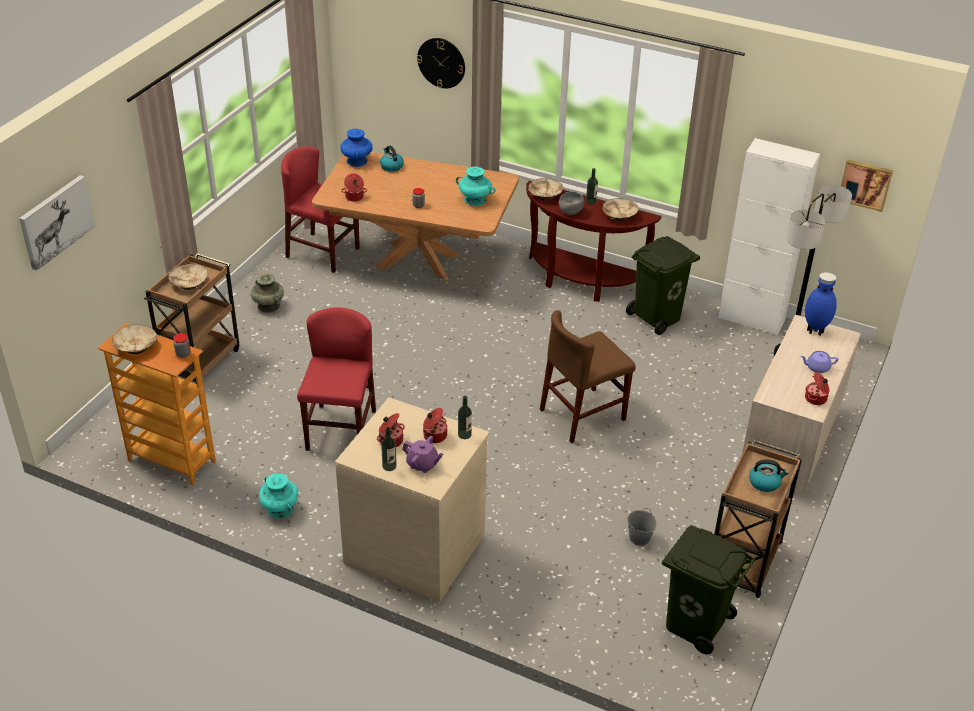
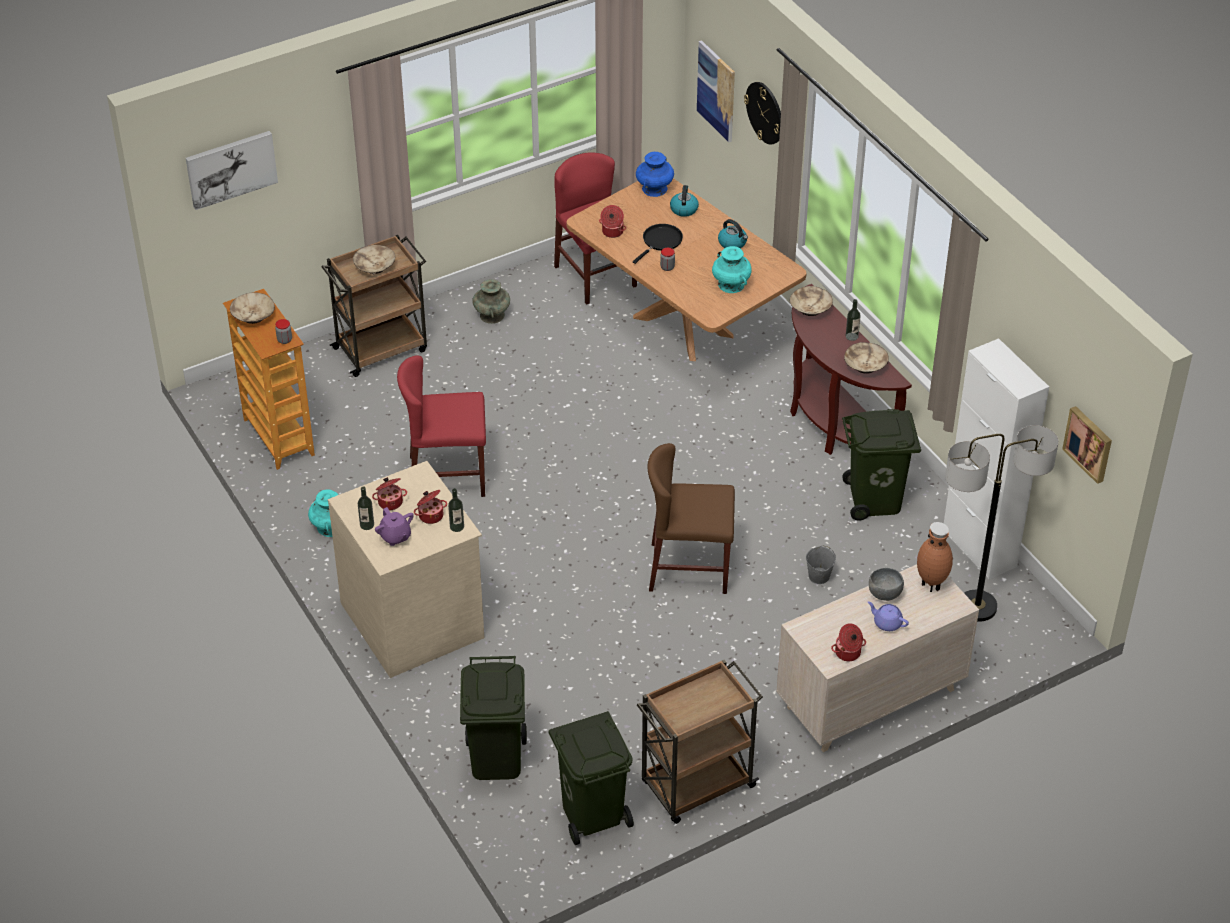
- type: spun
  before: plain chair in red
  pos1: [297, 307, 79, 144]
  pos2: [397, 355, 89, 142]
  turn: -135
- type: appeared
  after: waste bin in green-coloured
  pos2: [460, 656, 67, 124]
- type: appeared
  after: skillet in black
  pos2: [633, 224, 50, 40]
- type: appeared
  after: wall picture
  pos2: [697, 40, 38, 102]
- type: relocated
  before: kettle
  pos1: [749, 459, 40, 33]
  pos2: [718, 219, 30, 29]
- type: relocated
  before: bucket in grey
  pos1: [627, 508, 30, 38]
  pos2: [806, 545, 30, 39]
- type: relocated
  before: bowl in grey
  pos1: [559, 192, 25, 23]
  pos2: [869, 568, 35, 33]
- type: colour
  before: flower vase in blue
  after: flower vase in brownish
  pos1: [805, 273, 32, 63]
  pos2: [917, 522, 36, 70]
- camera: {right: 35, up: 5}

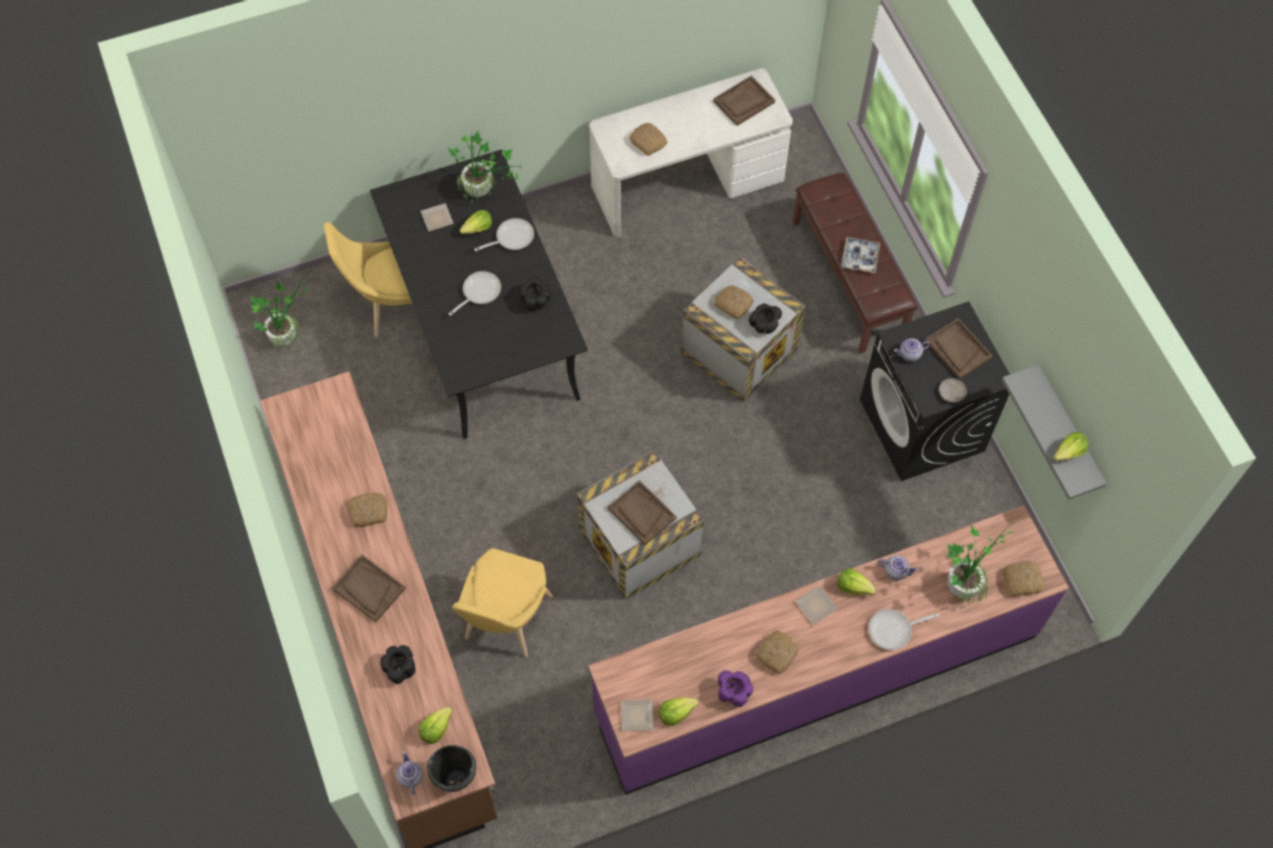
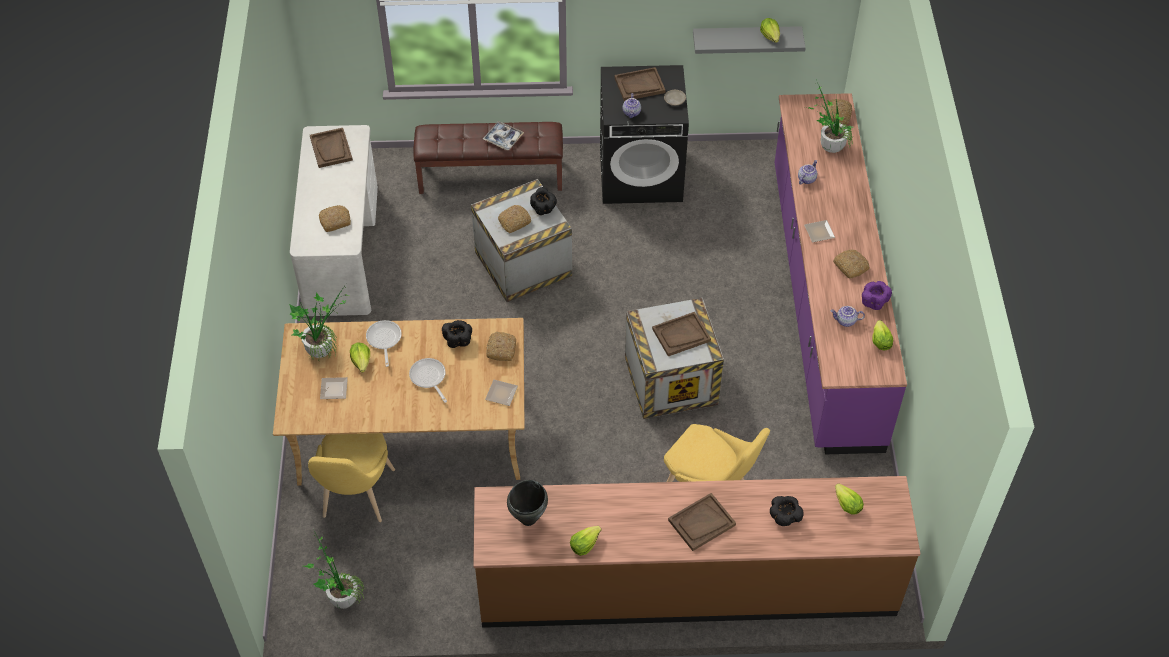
- type: colour
  before: dinner table in black
  after: dinner table in beige
  pos1: [370, 150, 218, 289]
  pos2: [273, 318, 252, 168]
- type: relocated
  before: flat dish
  pos1: [621, 700, 33, 31]
  pos2: [485, 380, 33, 26]
- type: relocated
  before: bread
  pos1: [349, 492, 38, 35]
  pos2: [486, 332, 30, 29]
- type: relocated
  before: cooking pot in black
  pos1: [427, 745, 50, 47]
  pos2: [507, 480, 41, 46]
- type: relocated
  before: lettuce head
  pos1: [837, 569, 39, 26]
  pos2: [570, 526, 32, 30]
- type: relocated
  before: tea pot
  pos1: [396, 751, 27, 44]
  pos2: [831, 306, 34, 21]
- type: missing
  before: skillet
  pos1: [869, 609, 71, 41]
- camera: {right: -70, up: -10}

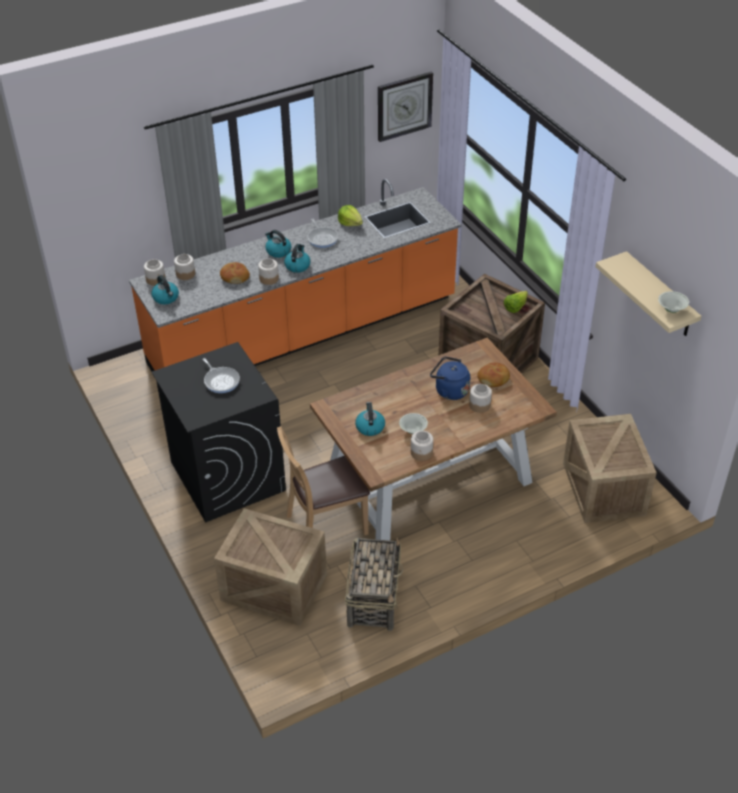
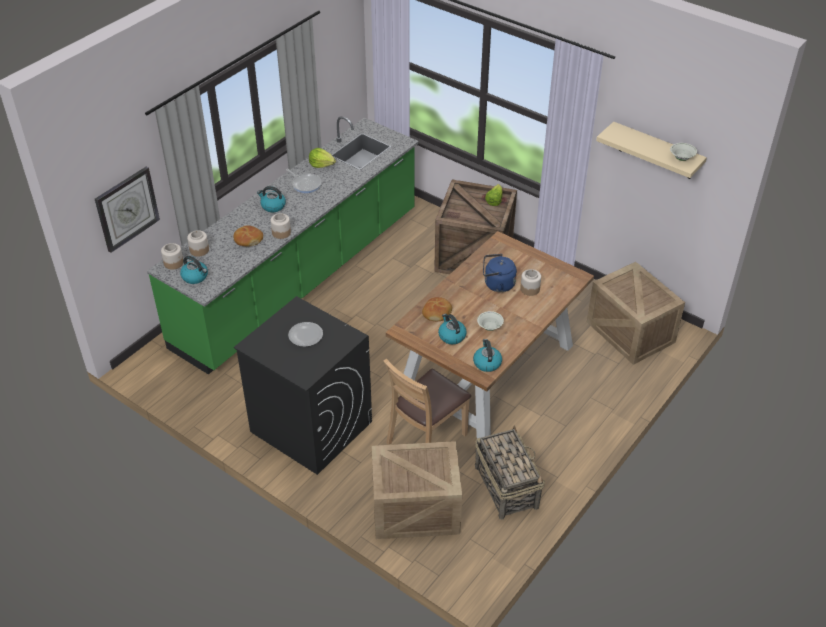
- type: relocated
  before: hanging clock
  pos1: [378, 72, 55, 70]
  pos2: [95, 167, 65, 86]
- type: colour
  before: counter in orangey
  after: counter in green-coloured
  pos1: [129, 179, 333, 192]
  pos2: [147, 116, 272, 259]
- type: exchanged
  before: skillet
  after: flat dish
  pos1: [203, 358, 37, 35]
  pos2: [288, 322, 35, 25]
- type: relocated
  before: bread
  pos1: [477, 362, 33, 25]
  pos2: [422, 297, 30, 24]
- type: relocated
  before: kettle
  pos1: [284, 244, 27, 29]
  pos2: [473, 339, 29, 33]
- type: missing
  before: jar
  pos1: [411, 431, 22, 30]
- camera: {right: -25, up: 0}

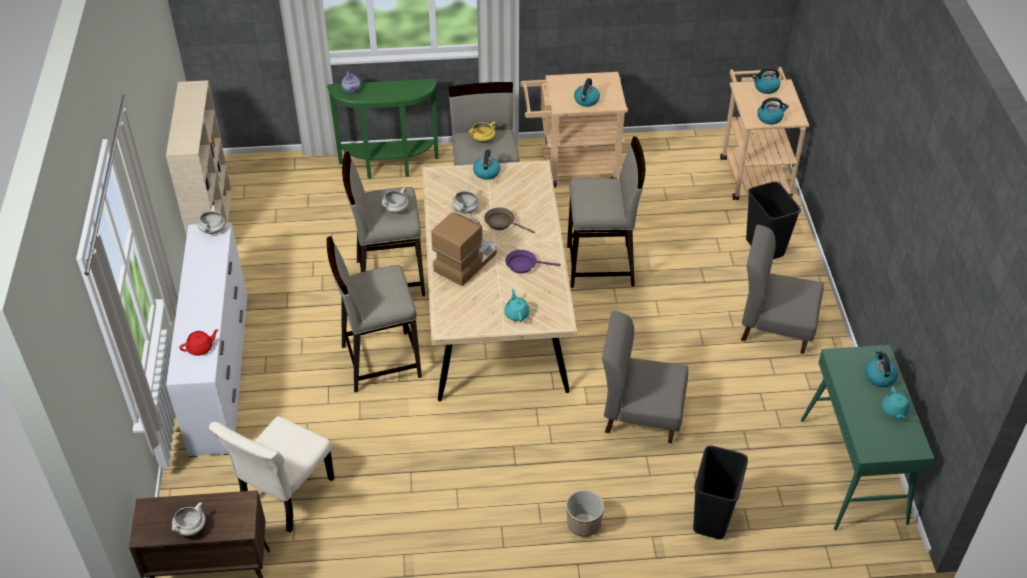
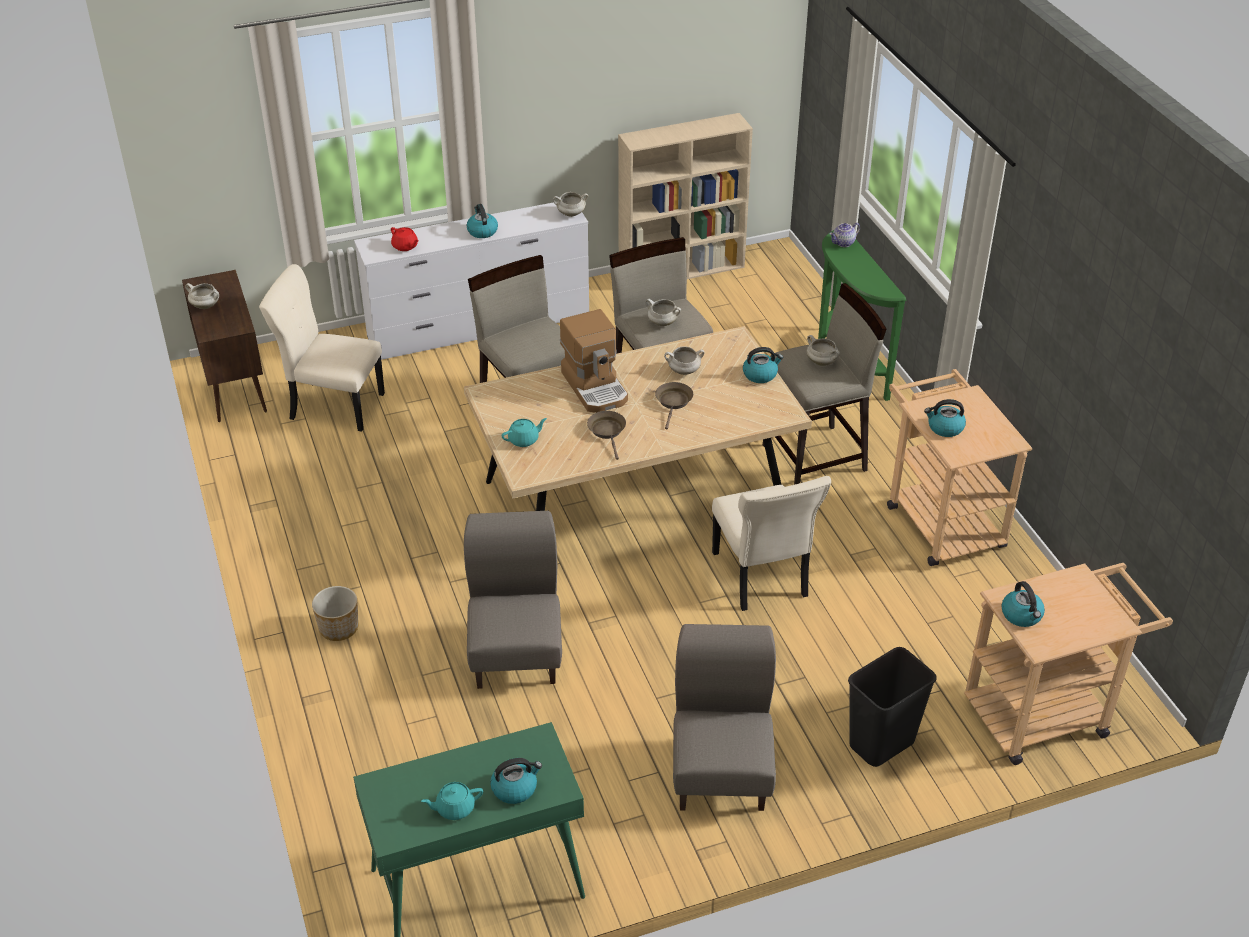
- type: relocated
  before: kettle
  pos1: [752, 67, 28, 27]
  pos2: [467, 204, 31, 34]
- type: spun
  before: coffee brewer
  pos1: [431, 212, 66, 74]
  pos2: [560, 309, 68, 104]
  turn: 45
- type: colour
  before: skillet in purple
  after: skillet in brownish
  pos1: [505, 250, 56, 24]
  pos2: [587, 411, 39, 49]
- type: exchanged
  before: stool in beige
  after: plain chair in beige
  pos1: [567, 136, 78, 152]
  pos2: [712, 476, 119, 135]
- type: colour
  before: cooking pot in yellowish
  after: cooking pot in whitish
  pos1: [469, 122, 27, 21]
  pos2: [806, 335, 34, 31]
- type: missing
  before: waste bin in black
  pos1: [693, 446, 55, 93]
- camera: {right: 75, up: -5}

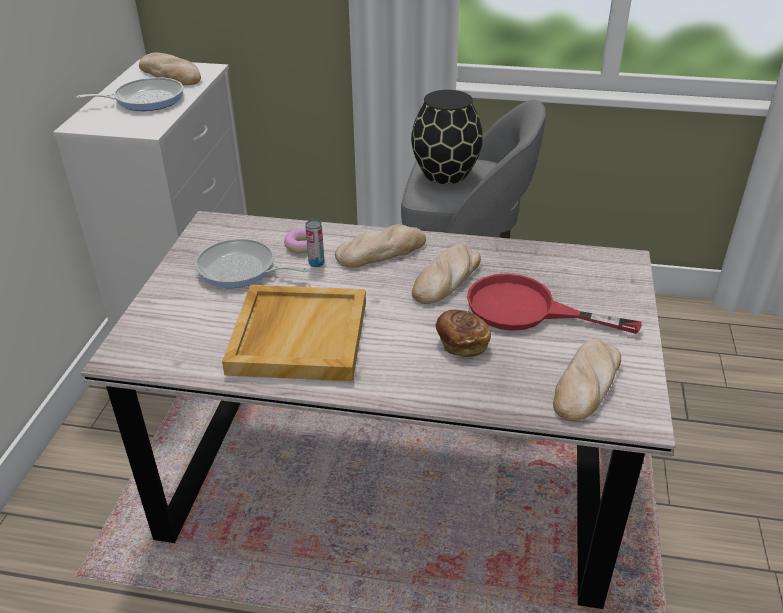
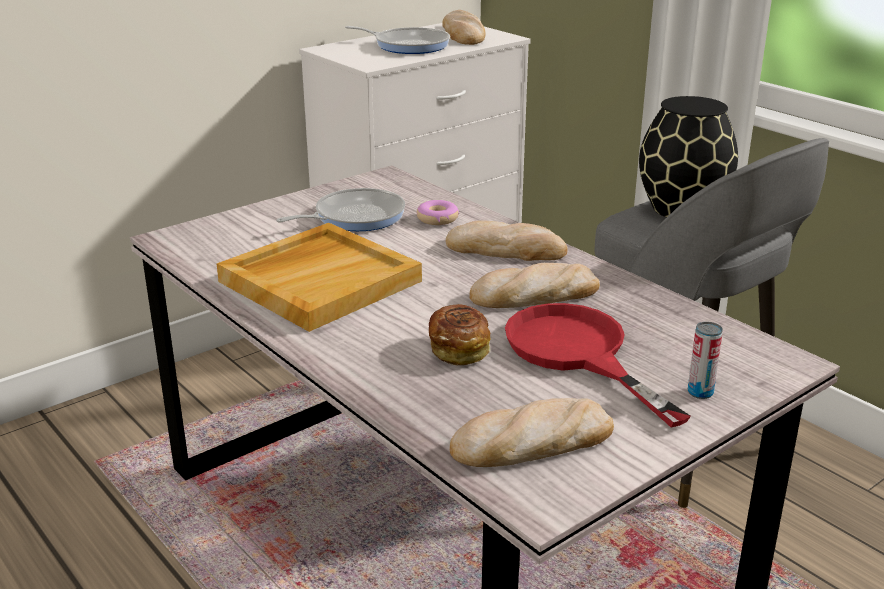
- type: spun
  before: skillet
  pos1: [195, 239, 113, 49]
  pos2: [276, 188, 129, 43]
  turn: 90
- type: relocated
  before: can
  pos1: [305, 220, 19, 47]
  pos2: [688, 322, 35, 77]
- camera: {right: 40, up: -10}

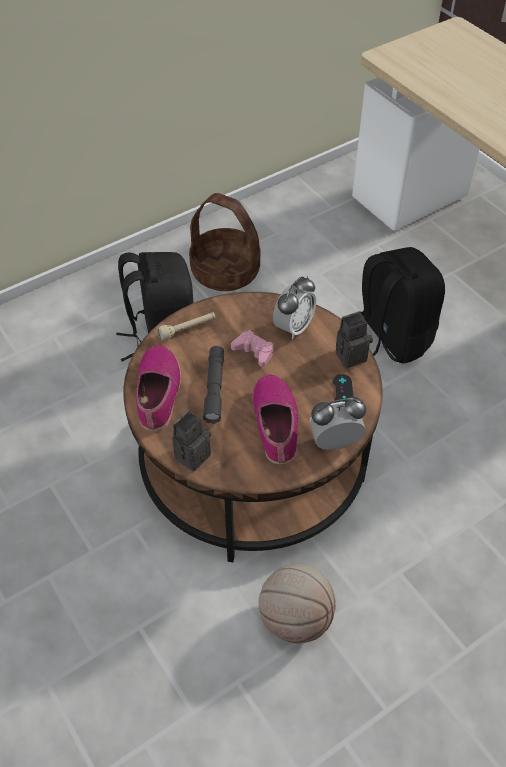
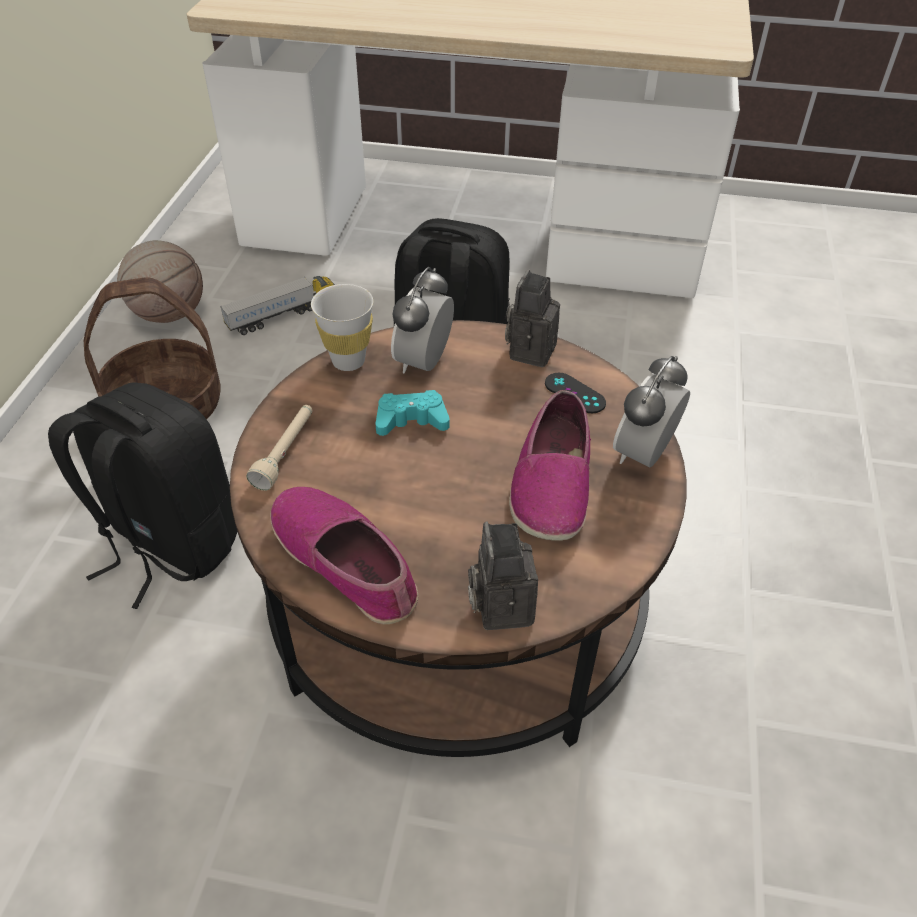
- type: relocated
  before: basketball
  pos1: [259, 564, 77, 80]
  pos2: [117, 240, 86, 83]
- type: appeared
  after: toy truck
  pos2: [220, 276, 115, 59]
- type: appeared
  after: drinking cup in whitish
  pos2: [311, 284, 62, 87]
- type: colour
  before: joypad in pink
  after: joypad in blue-green
  pos1: [231, 330, 42, 37]
  pos2: [376, 390, 74, 46]
- type: spun
  before: alarm clock
  pos1: [273, 276, 43, 63]
  pos2: [391, 267, 63, 106]
  turn: -150
- type: spun
  before: item of footwear
  pos1: [253, 375, 45, 89]
  pos2: [509, 390, 82, 151]
  turn: -120
- type: missing
  before: flashlight in grey
  pos1: [203, 346, 21, 78]
- camera: {right: -45, up: -5}

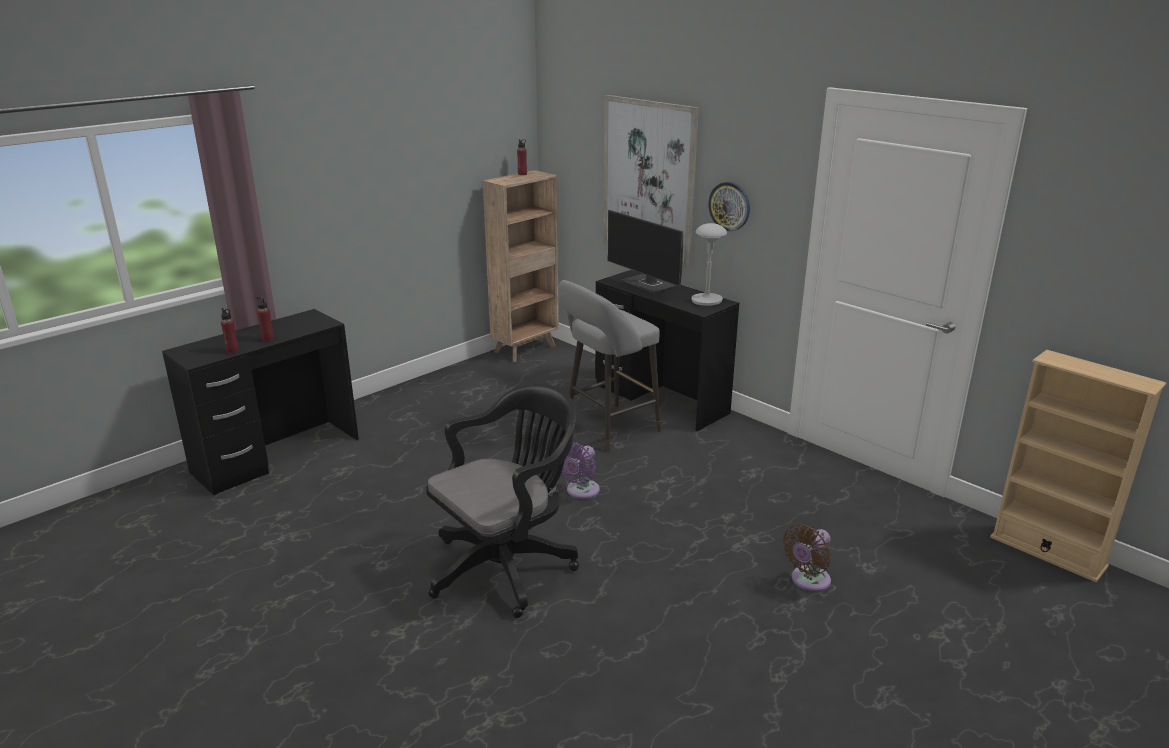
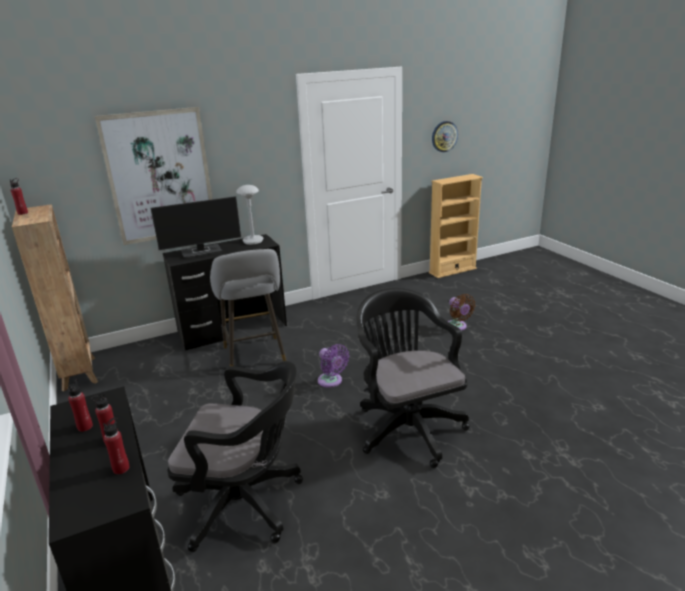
- type: appeared
  after: drink bottle in red
  pos2: [68, 379, 25, 53]
- type: appeared
  after: computer chair in black
  pos2: [167, 361, 136, 191]
- type: relocated
  before: hanging clock
  pos1: [708, 182, 42, 49]
  pos2: [432, 121, 26, 31]
- camera: {right: -70, up: 0}

